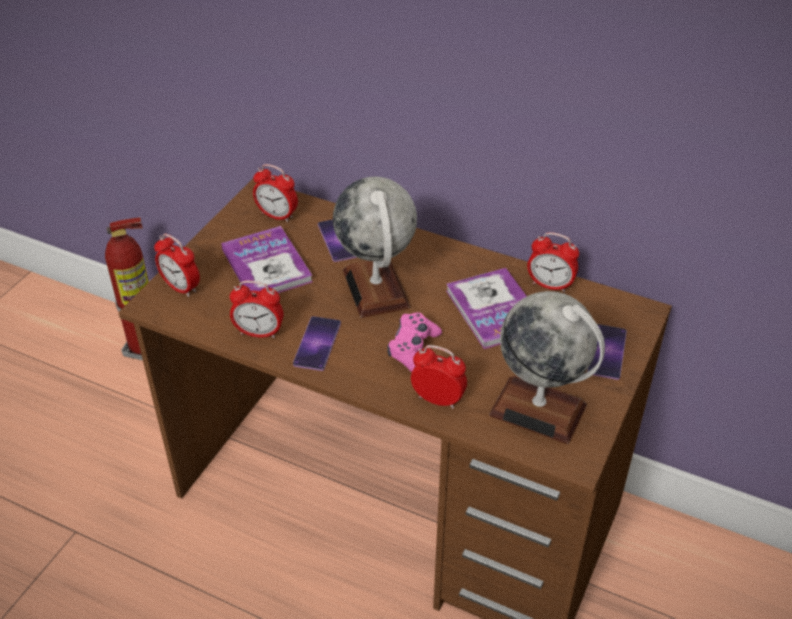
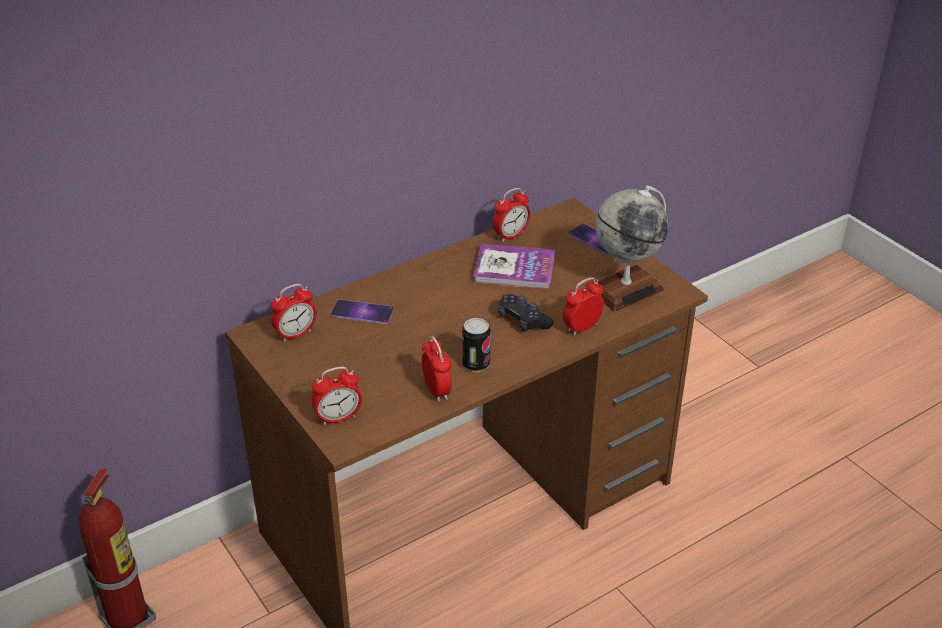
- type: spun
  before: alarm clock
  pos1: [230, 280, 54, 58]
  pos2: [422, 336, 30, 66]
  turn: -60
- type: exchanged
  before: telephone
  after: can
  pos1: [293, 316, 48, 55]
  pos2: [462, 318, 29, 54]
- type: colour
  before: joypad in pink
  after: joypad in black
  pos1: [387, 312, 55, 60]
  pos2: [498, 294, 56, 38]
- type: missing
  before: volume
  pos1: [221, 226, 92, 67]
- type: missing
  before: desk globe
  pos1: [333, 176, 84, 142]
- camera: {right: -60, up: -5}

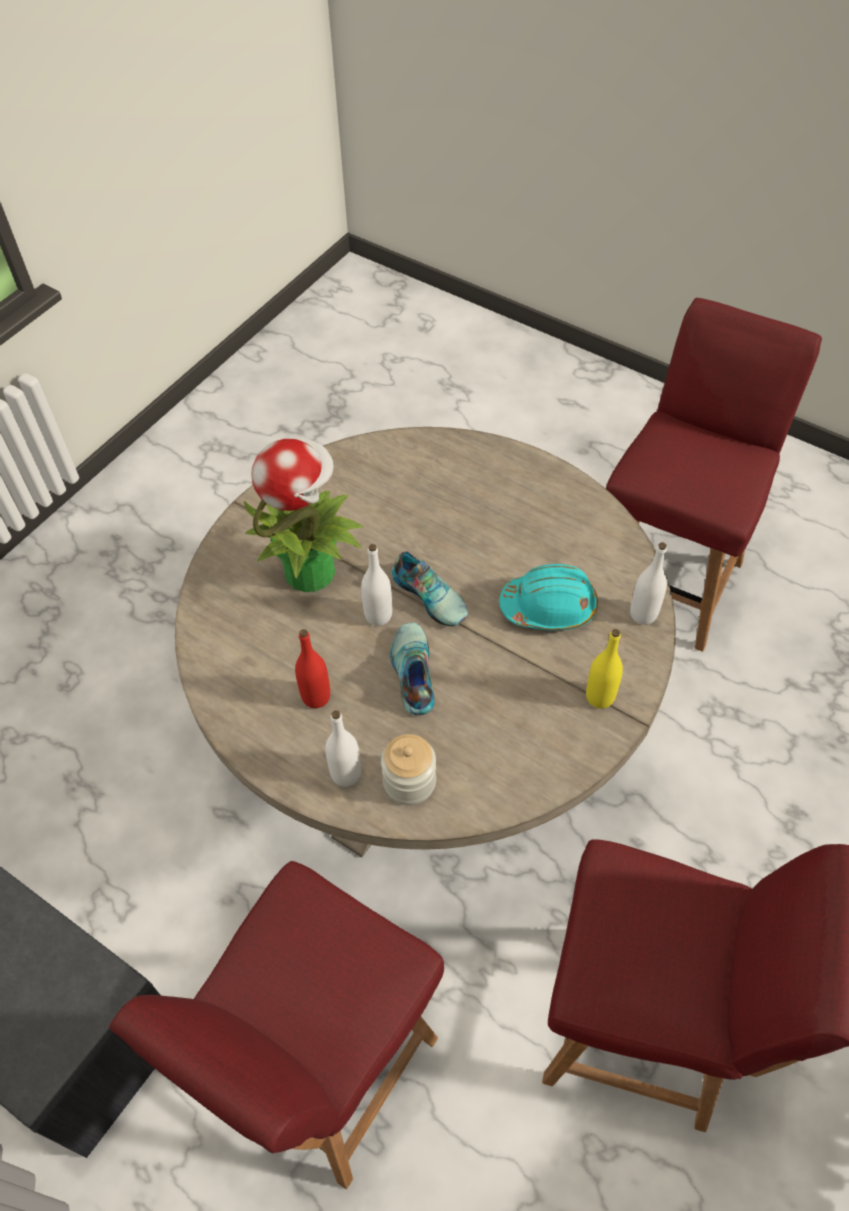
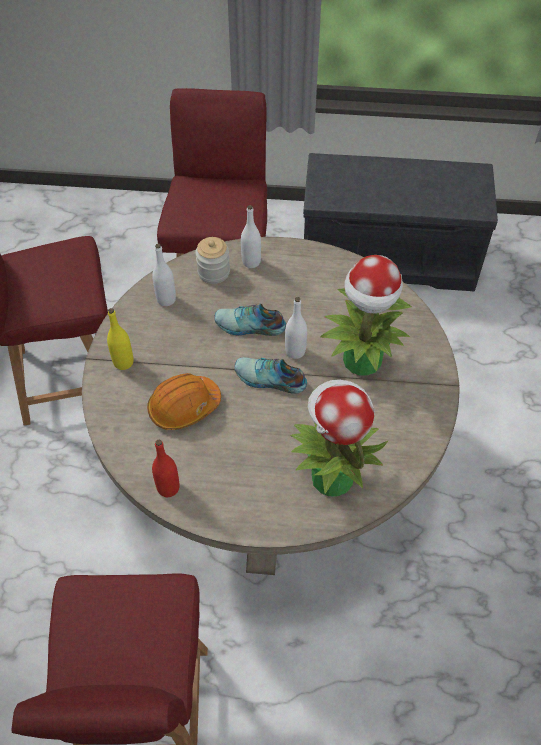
- type: colour
  before: hard hat in blue-green
  after: hard hat in orangey
  pos1: [499, 564, 99, 67]
  pos2: [147, 373, 74, 57]
- type: relocated
  before: drink bottle in whitish
  pos1: [630, 542, 37, 83]
  pos2: [152, 244, 24, 62]
- type: relocated
  before: drink bottle in red
  pos1: [295, 629, 35, 79]
  pos2: [152, 440, 27, 57]
- type: spun
  before: item of footwear
  pos1: [390, 623, 45, 92]
  pos2: [214, 304, 72, 32]
  turn: 135
- type: appeared
  after: plant in a pot
  pos2: [290, 379, 99, 118]
- camera: {right: 150, up: 0}

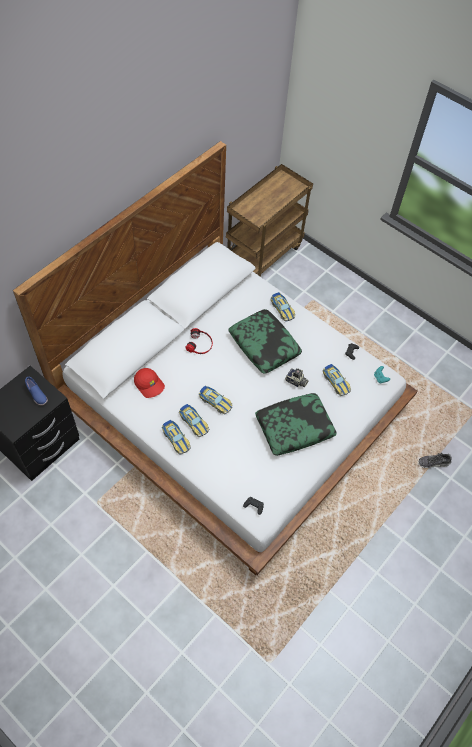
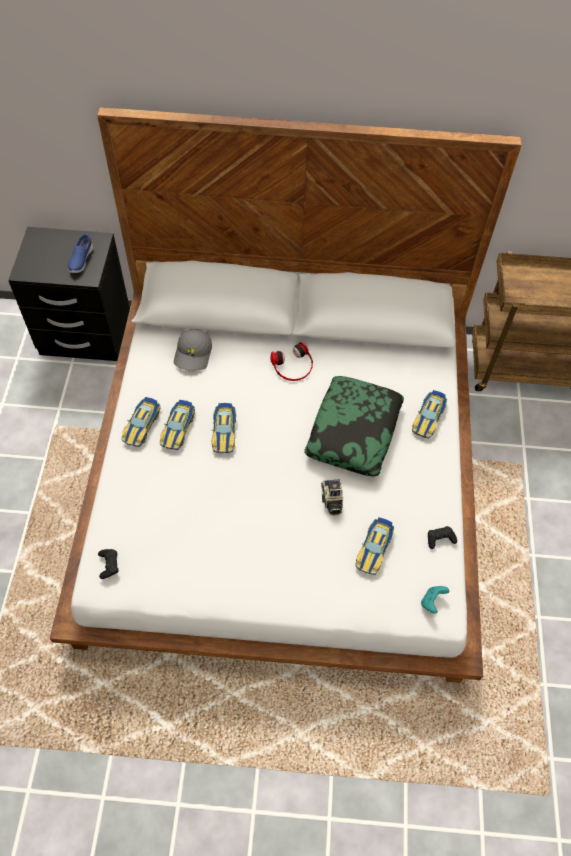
- type: colour
  before: cap in red
  after: cap in grey
  pos1: [134, 368, 31, 30]
  pos2: [174, 329, 38, 42]
- type: missing
  before: cushion
  pos1: [255, 393, 81, 63]
- type: missing
  before: item of footwear
  pos1: [419, 453, 33, 15]
- camera: {right: 55, up: 0}

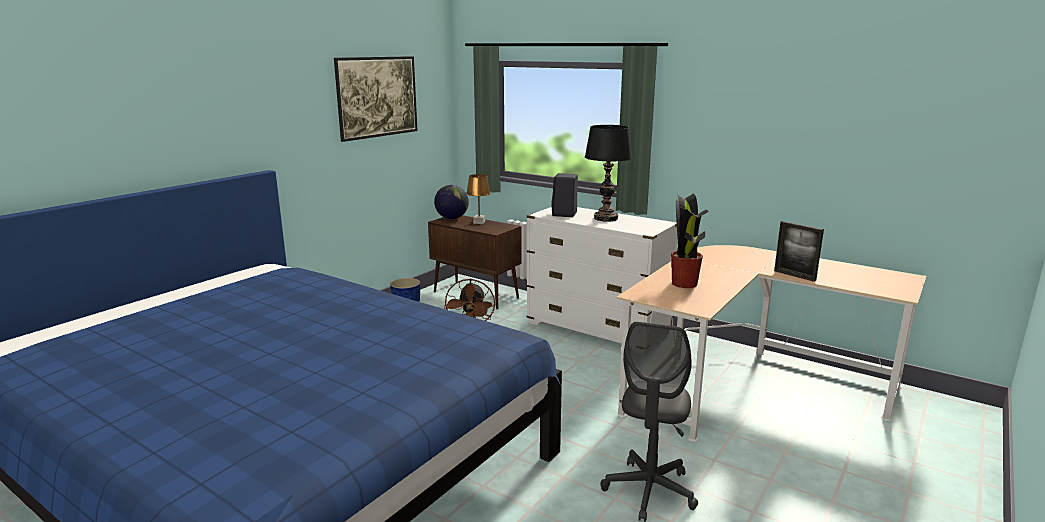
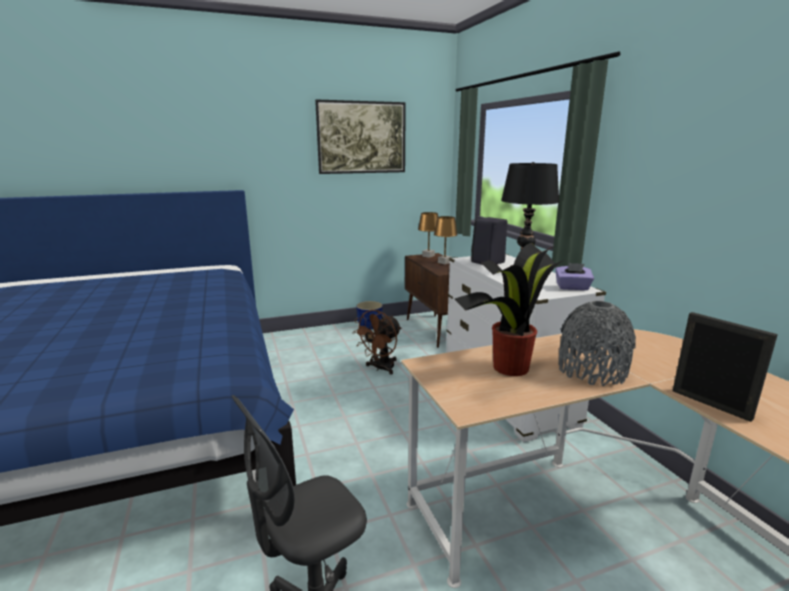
- type: exchanged
  before: desk globe
  after: table lamp in brownish
  pos1: [434, 185, 35, 34]
  pos2: [418, 212, 20, 46]
- type: appeared
  after: tissue box in purple
  pos2: [555, 263, 39, 27]
- type: appeared
  after: flower vase in grey
  pos2: [559, 301, 77, 85]
- type: spun
  before: standing frame
  pos1: [774, 221, 50, 61]
  pos2: [673, 312, 105, 110]
  turn: 150
- camera: {right: 35, up: 0}

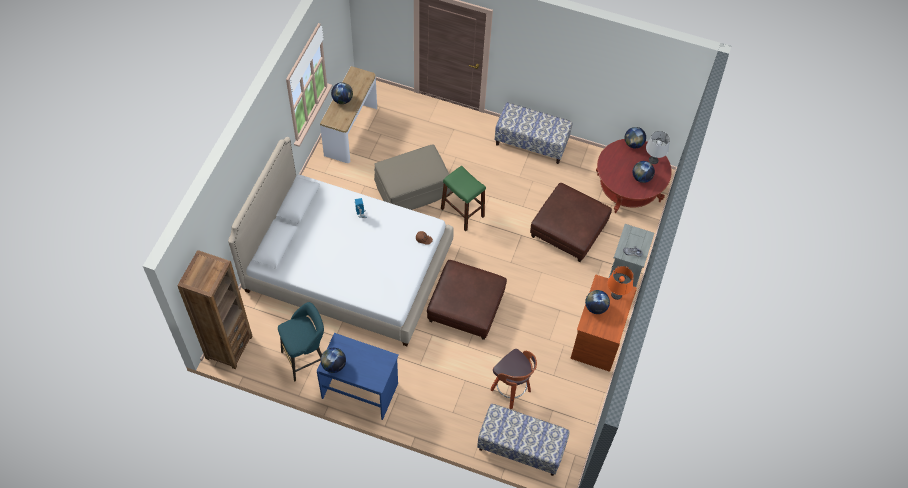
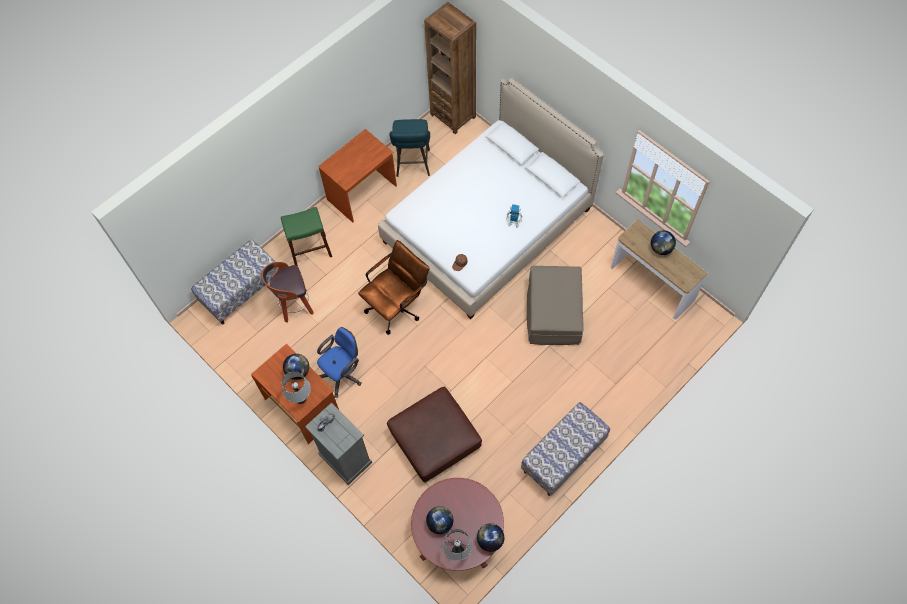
- type: relocated
  before: stool in green-coloured
  pos1: [441, 166, 45, 65]
  pos2: [281, 207, 51, 59]
- type: colour
  before: table lamp in orangey
  after: table lamp in grey
  pos1: [608, 266, 26, 34]
  pos2: [282, 371, 29, 33]
- type: appeared
  after: computer chair in blue
  pos2: [317, 327, 45, 71]
- type: colour
  before: desk table in blue
  after: desk table in brownish
  pos1: [317, 333, 82, 87]
  pos2: [318, 129, 79, 93]
- type: exchanged
  before: ottoman in brownish
  after: computer chair in brownish
  pos1: [427, 260, 80, 80]
  pos2: [358, 240, 72, 95]
- type: missing
  before: desk globe
  pos1: [321, 348, 25, 25]
- camera: {right: 120, up: 5}

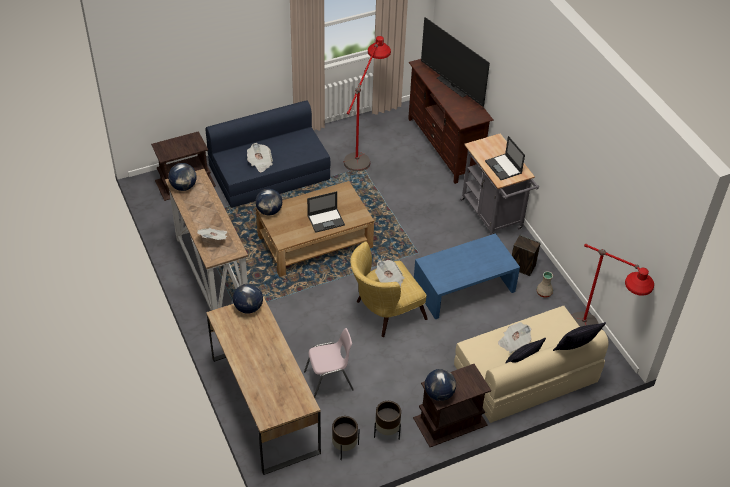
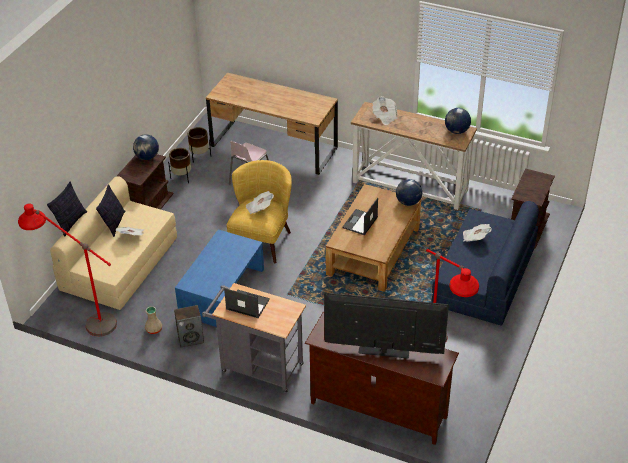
- type: missing
  before: desk globe
  pos1: [233, 283, 30, 31]
- camera: {right: 140, up: -5}

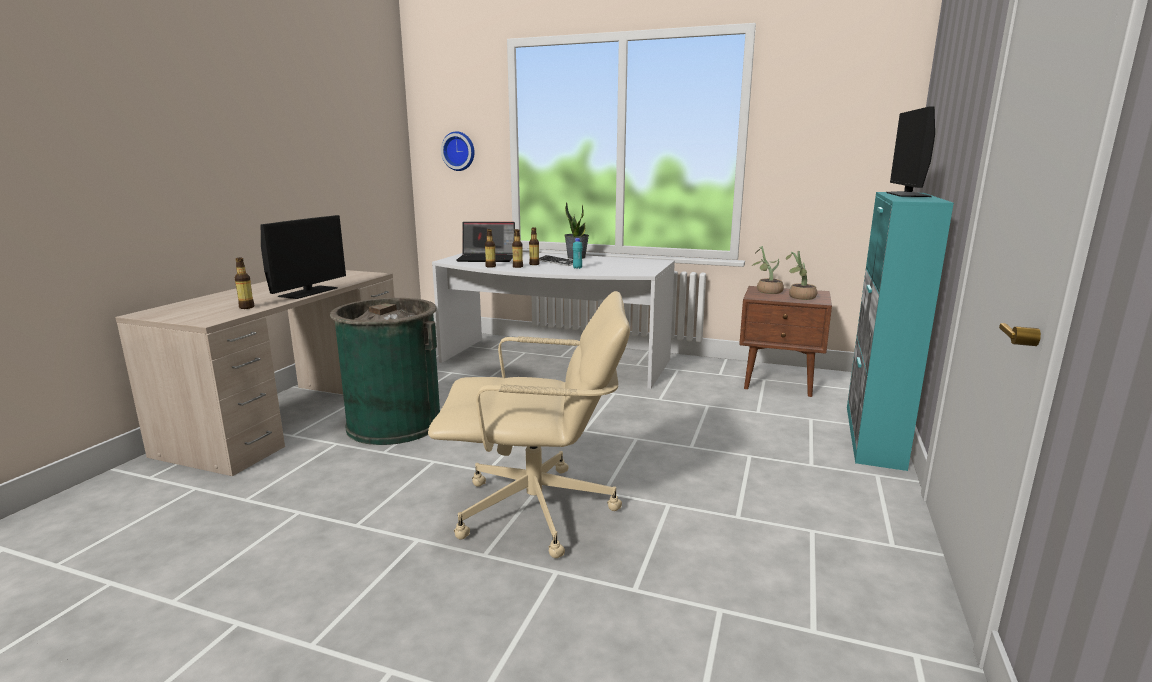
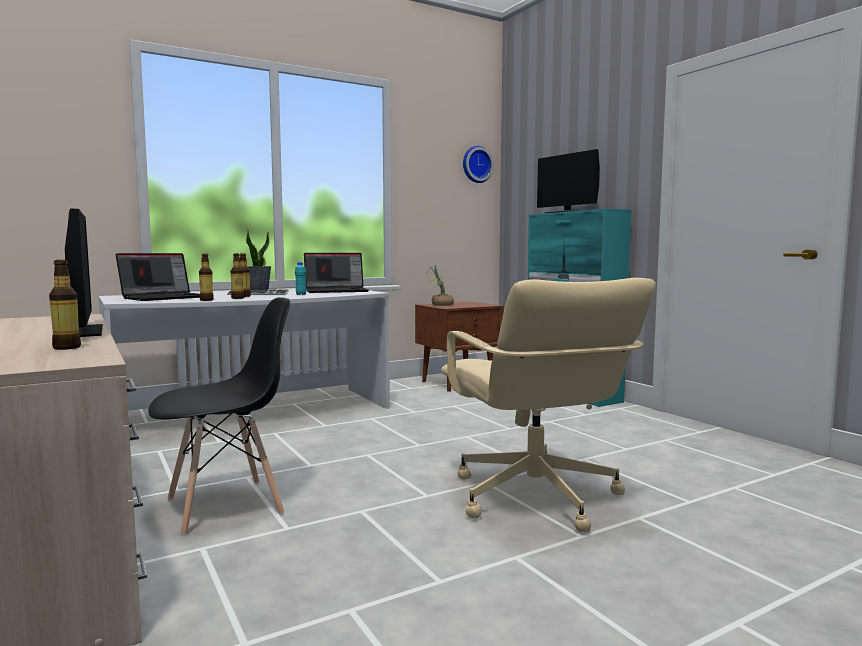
- type: exchanged
  before: waste bin in green-coloured
  after: plain chair in black
  pos1: [330, 298, 110, 147]
  pos2: [148, 297, 142, 239]
- type: appeared
  after: notebook computer
  pos2: [304, 253, 65, 40]
- type: spun
  before: computer chair in beige
  pos1: [428, 291, 202, 267]
  pos2: [441, 278, 215, 254]
  turn: 120
- type: relocated
  before: hanging clock
  pos1: [441, 131, 34, 40]
  pos2: [463, 146, 31, 37]
- type: missing
  before: plant in a pot
  pos1: [786, 251, 31, 49]
- camera: {right: -50, up: -10}

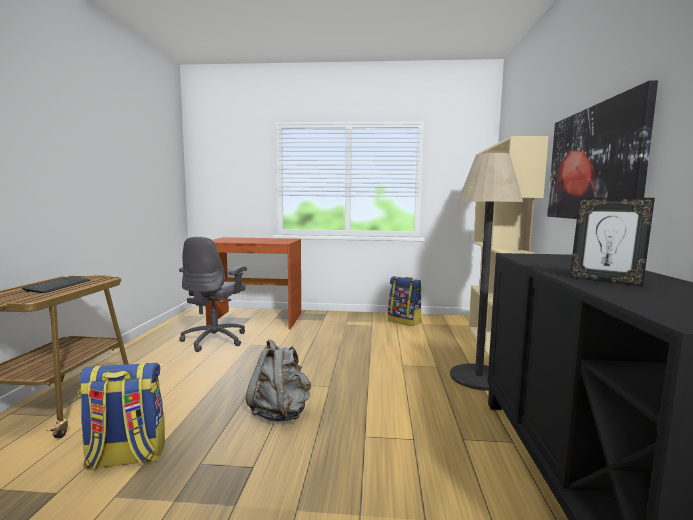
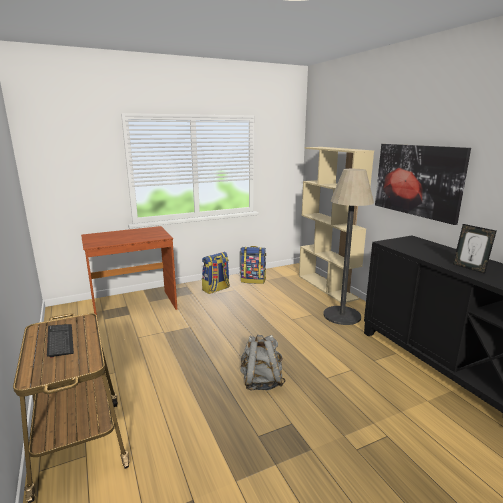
- type: relocated
  before: backpack
  pos1: [78, 363, 87, 106]
  pos2: [202, 252, 28, 42]
- type: spun
  before: standing frame
  pos1: [570, 198, 85, 88]
  pos2: [453, 224, 44, 50]
  turn: 45
- type: missing
  before: computer chair in grey
  pos1: [179, 237, 68, 115]
- camera: {right: -30, up: 10}

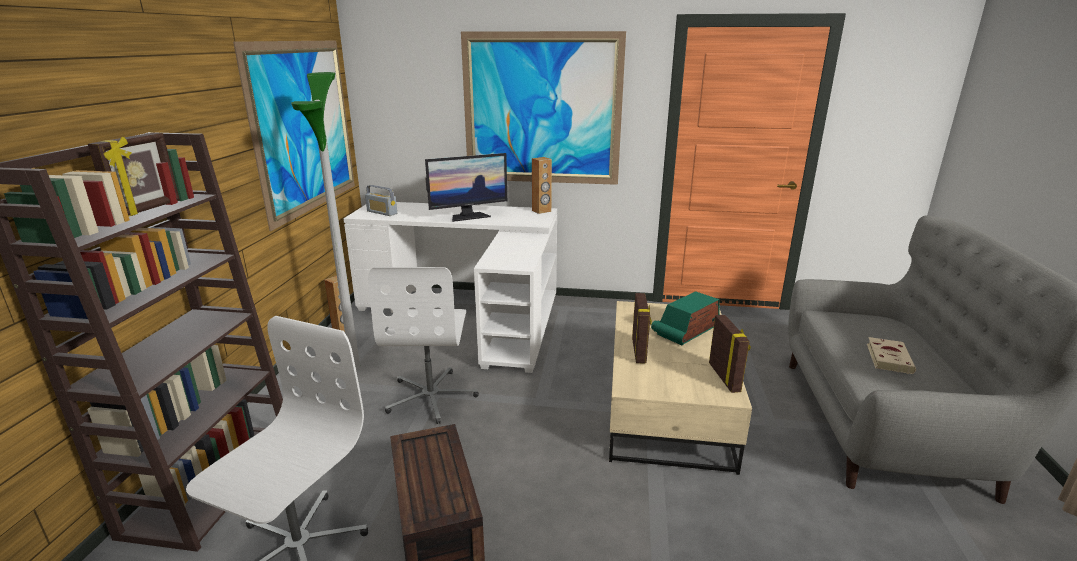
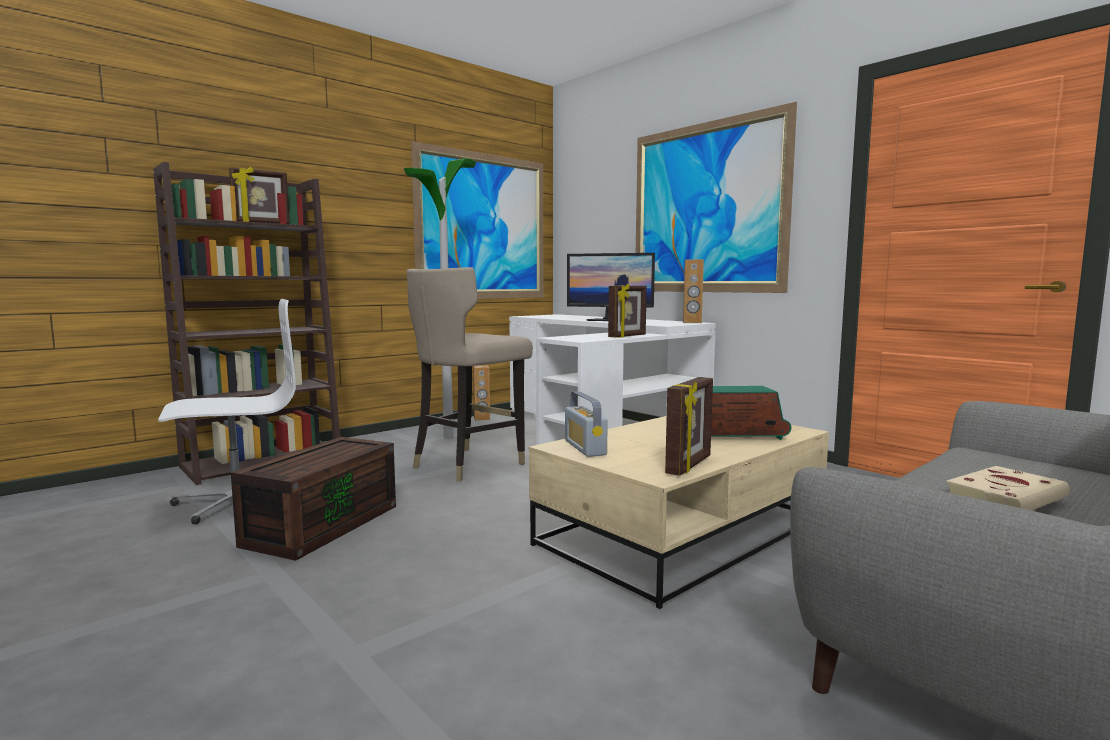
- type: exchanged
  before: computer chair in whitish
  after: stool in beige
  pos1: [368, 267, 111, 157]
  pos2: [407, 267, 126, 215]
- type: relocated
  before: radio
  pos1: [365, 185, 32, 31]
  pos2: [565, 392, 43, 65]
- type: relocated
  before: standing frame
  pos1: [632, 293, 20, 71]
  pos2: [608, 284, 39, 54]
- camera: {right: 40, up: -15}

